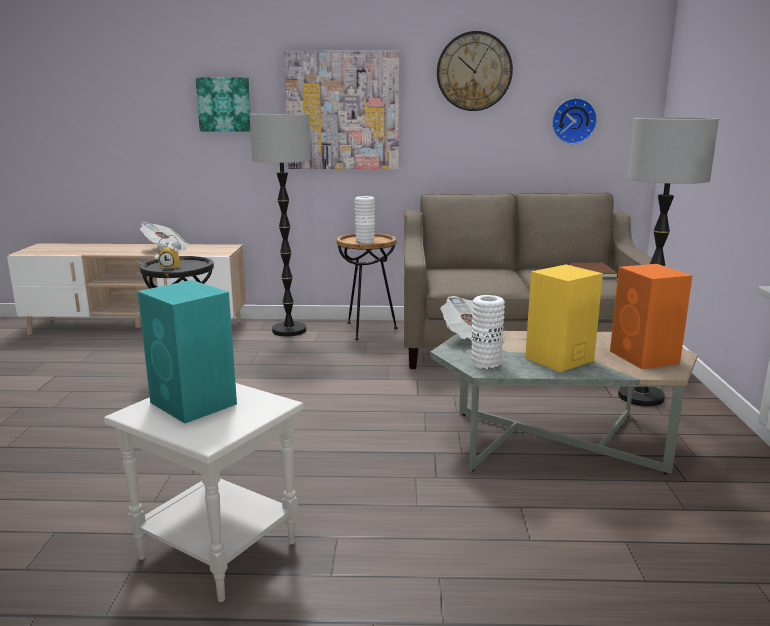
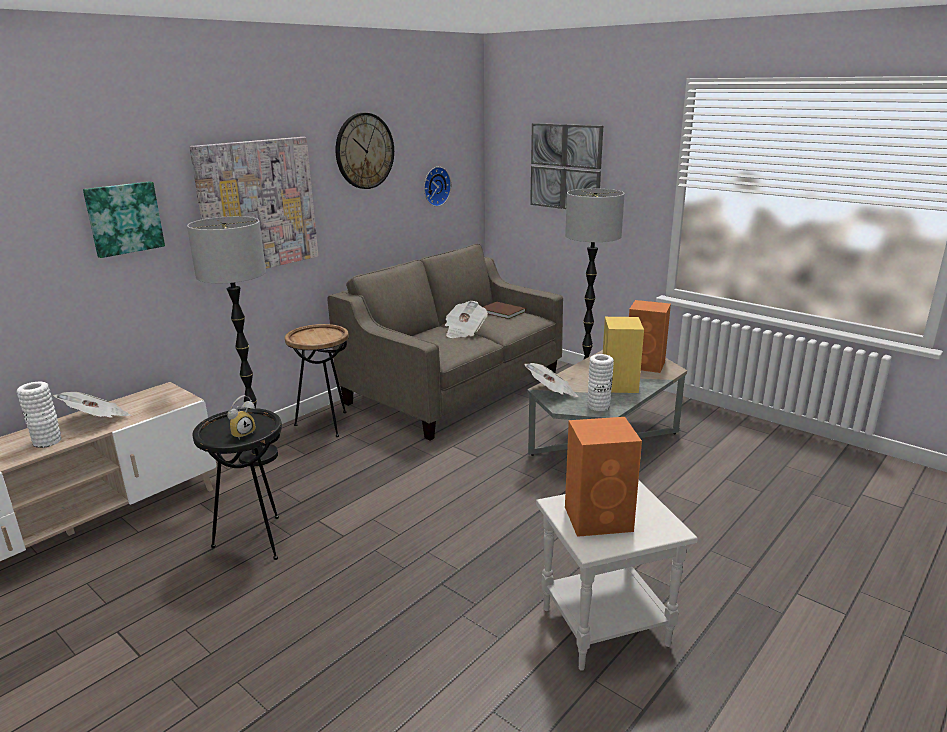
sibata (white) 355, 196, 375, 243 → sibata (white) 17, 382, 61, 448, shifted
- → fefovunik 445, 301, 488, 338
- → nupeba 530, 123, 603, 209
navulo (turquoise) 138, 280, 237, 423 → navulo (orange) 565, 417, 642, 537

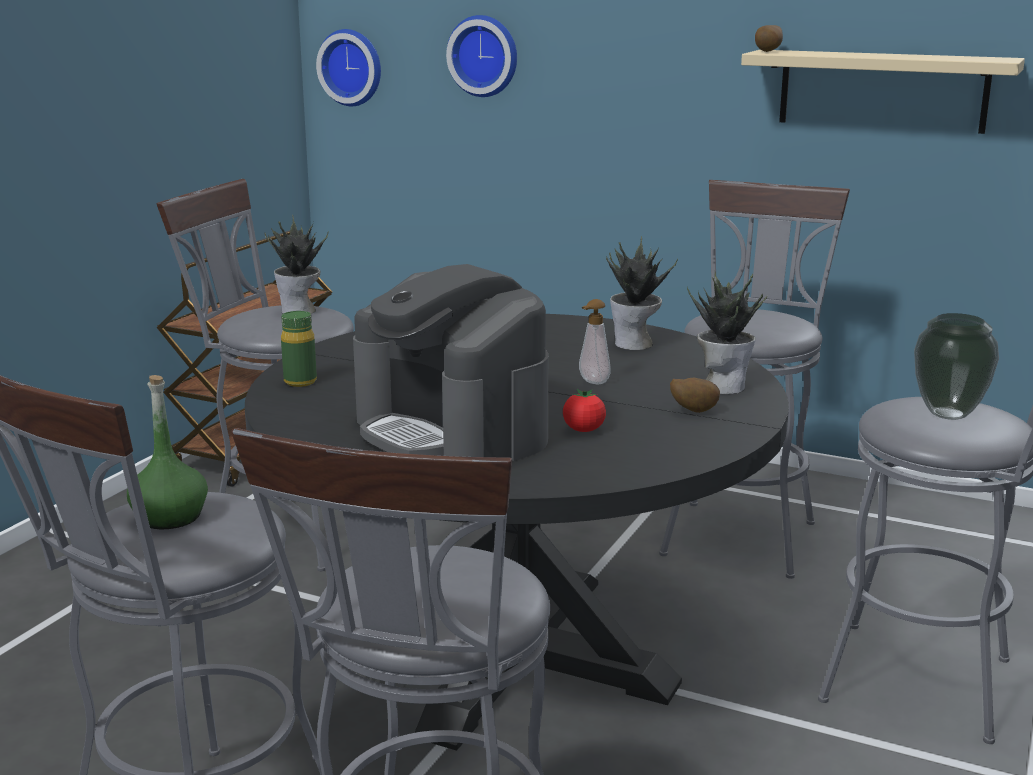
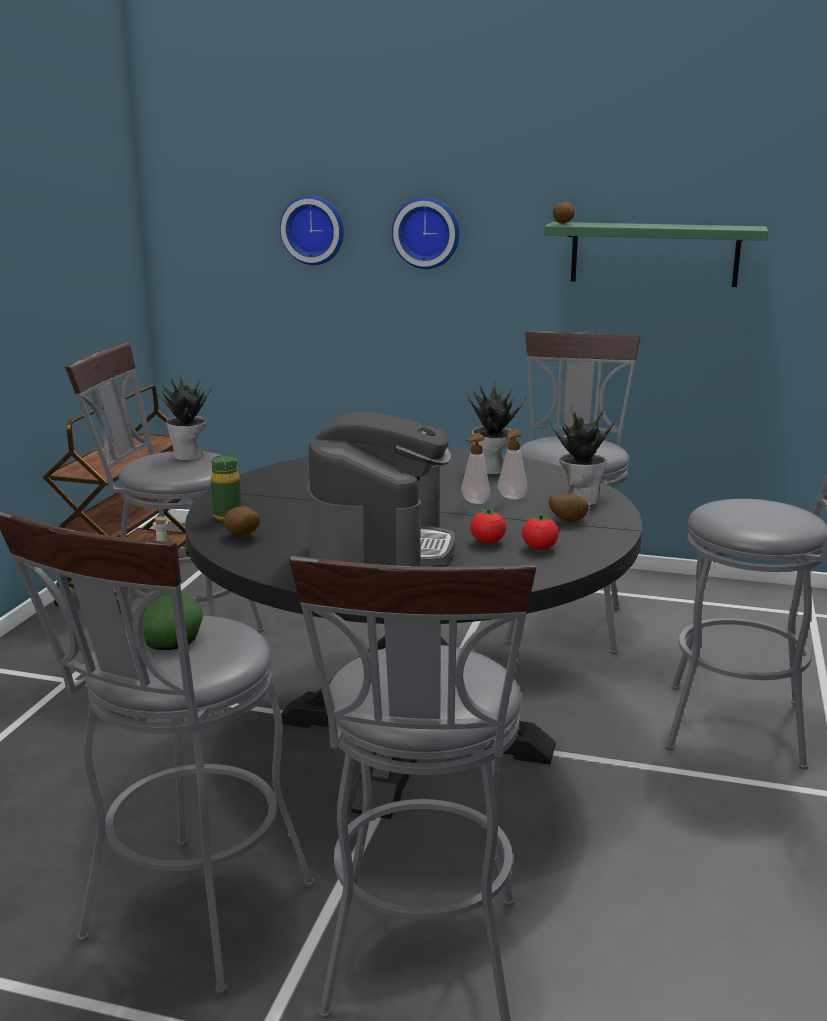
- → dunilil 223, 506, 261, 536
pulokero 353, 264, 548, 461 → pulokero 307, 412, 455, 567, 120 degrees counterclockwise
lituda 316, 29, 381, 106 → lituda 392, 197, 459, 269, shifted
- → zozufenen 498, 429, 527, 499
- → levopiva 522, 513, 559, 550
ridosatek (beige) 741, 50, 1025, 134 → ridosatek (green) 544, 222, 769, 287
sibata 914, 313, 999, 420 → -

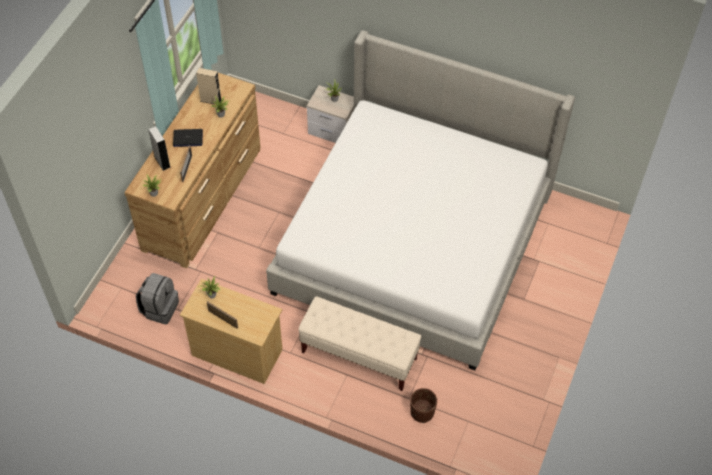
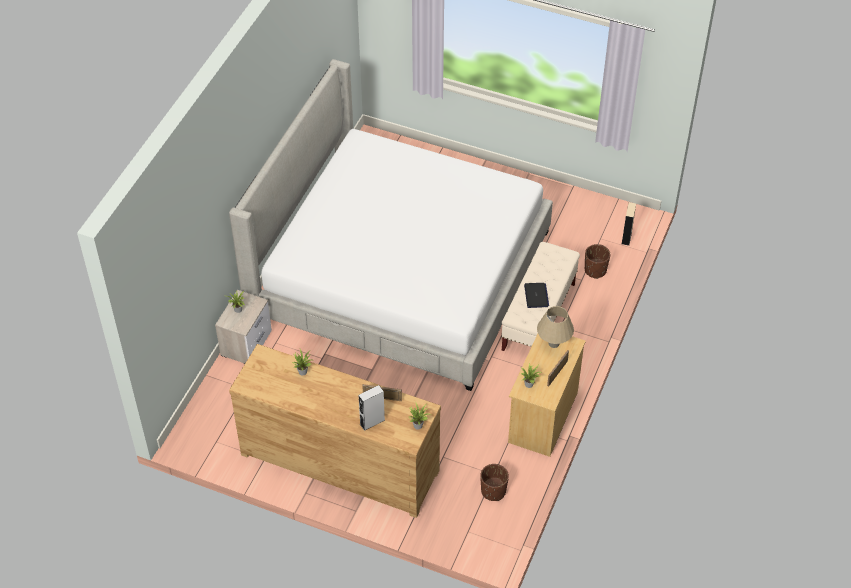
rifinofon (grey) 136, 273, 179, 325 → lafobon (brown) 480, 464, 509, 501
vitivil 173, 129, 203, 147 → vitivil 524, 283, 549, 308, shifted
- → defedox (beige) 537, 306, 574, 348
navulo (beige) 196, 68, 222, 105 → navulo (beige) 622, 202, 636, 245, shifted

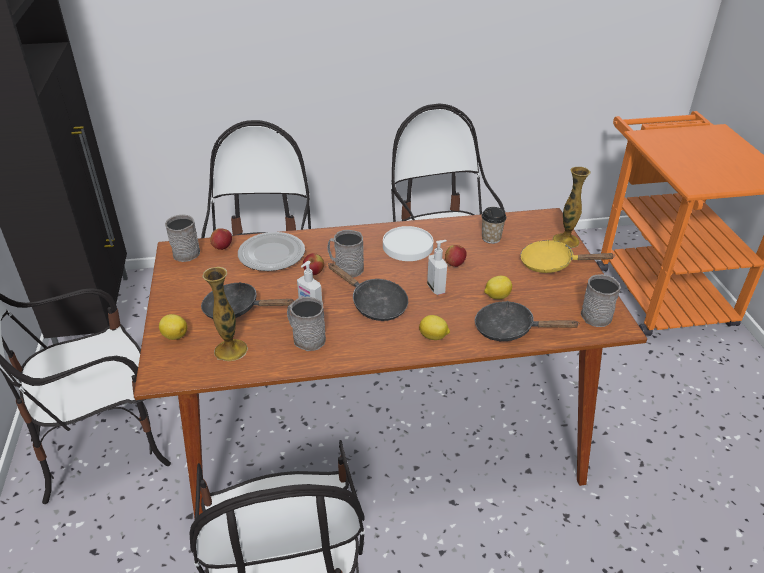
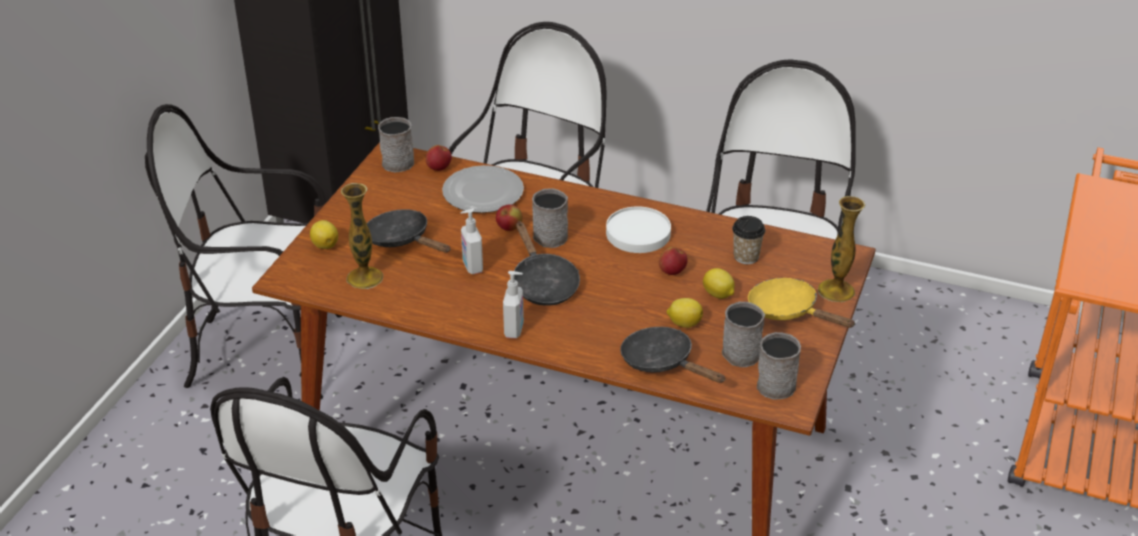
zozufenen 427, 240, 447, 295 → zozufenen 503, 271, 524, 339, shifted
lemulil 419, 315, 450, 340 → lemulil 703, 268, 735, 299, shifted
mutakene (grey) 287, 296, 326, 351 → mutakene (grey) 722, 302, 765, 367, shifted

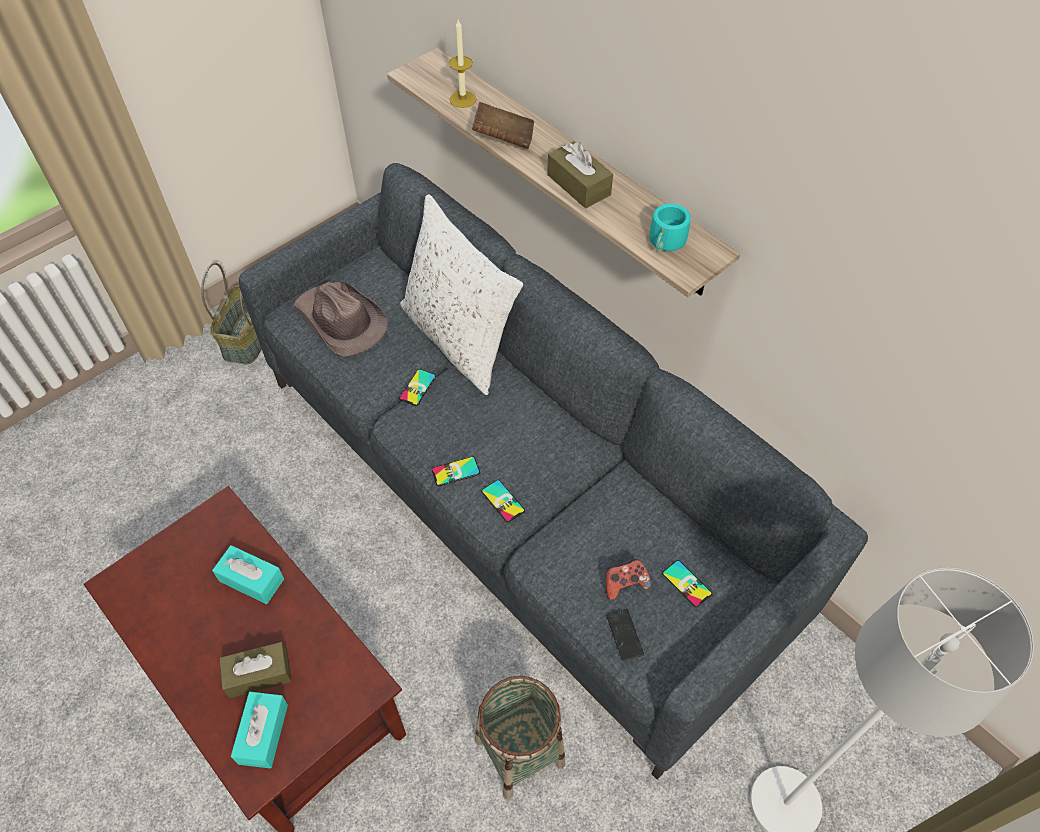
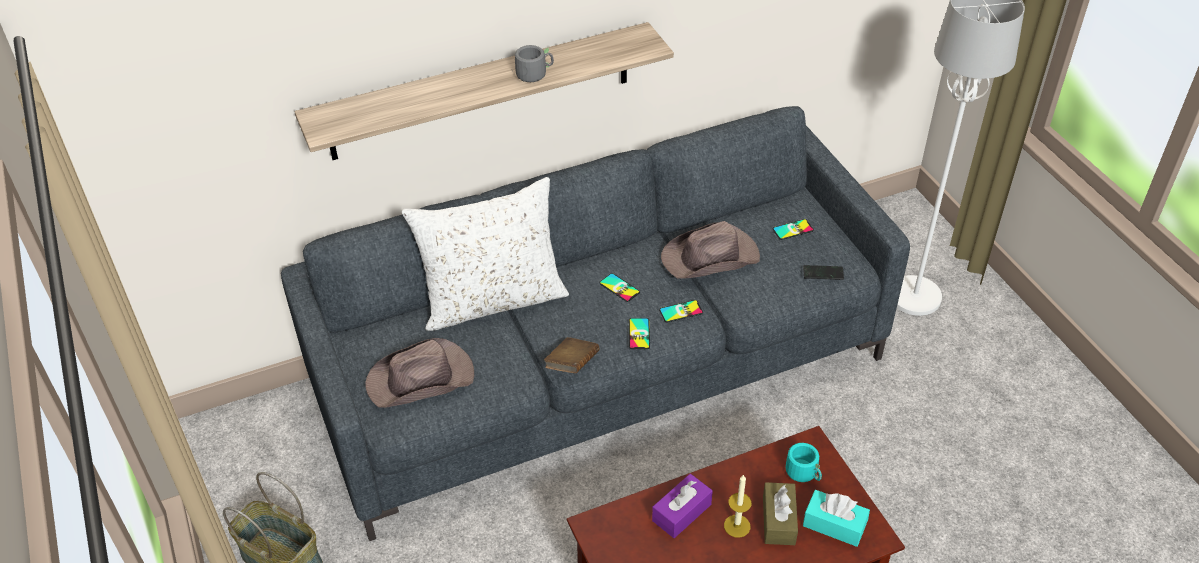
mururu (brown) 547, 141, 613, 208 → mutakene (grey) 515, 45, 554, 82
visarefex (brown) 472, 102, 534, 149 → visarefex (brown) 544, 337, 600, 373, shifted
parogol 399, 369, 436, 406 → parogol 599, 273, 640, 302, shifted
mururu (turquoise) 212, 545, 284, 604 → mururu (purple) 652, 474, 713, 538
- → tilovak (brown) 661, 221, 760, 279
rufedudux 449, 20, 476, 108 → rufedudux 724, 474, 752, 538, shifted
mutakene (turquoise) 650, 203, 698, 252 → mutakene (turquoise) 785, 443, 822, 482, shifted
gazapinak 475, 676, 565, 799 → -
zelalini 606, 559, 651, 600 → -

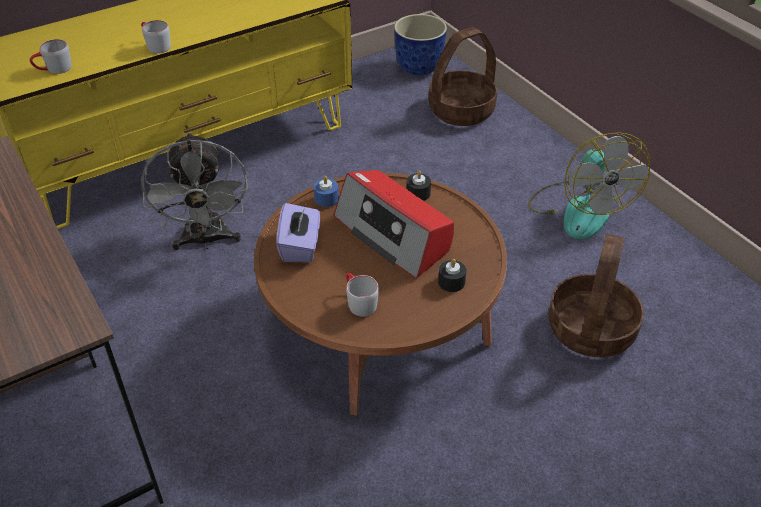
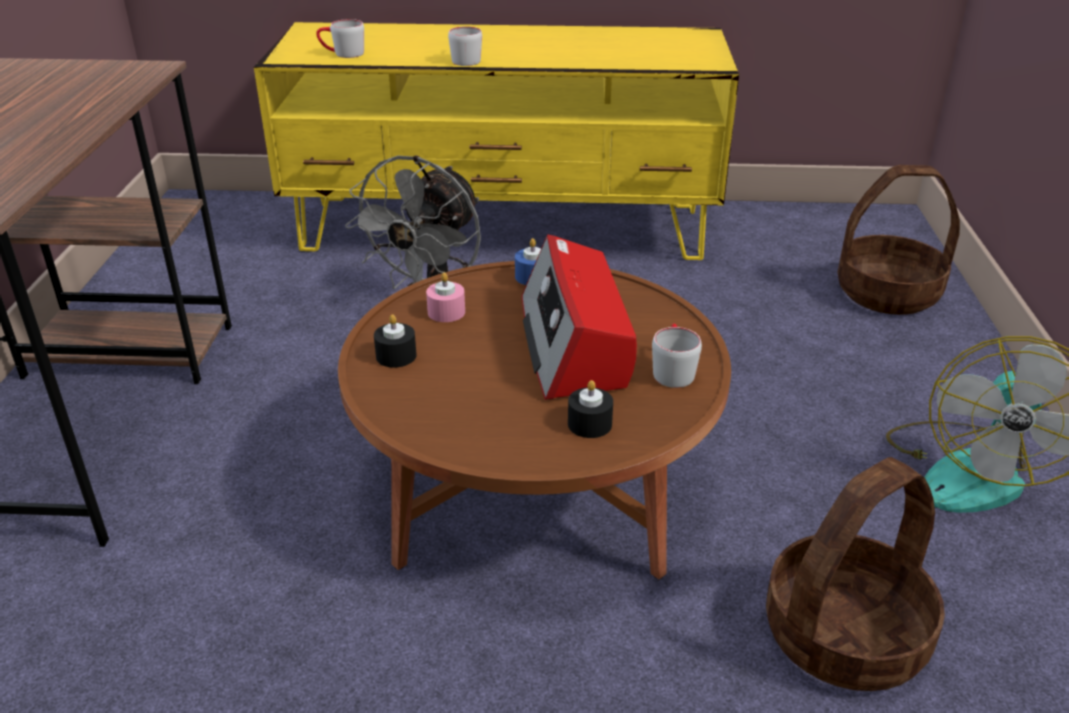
rufedudux (black) 406, 170, 431, 201 → rufedudux (black) 374, 314, 416, 368, shifted
mururu (purple) 276, 203, 320, 263 → rufedudux (pink) 426, 272, 465, 322
mutakene (grey) 346, 273, 379, 317 → mutakene (grey) 652, 323, 702, 388, shifted
lafobon 394, 14, 447, 75 → -

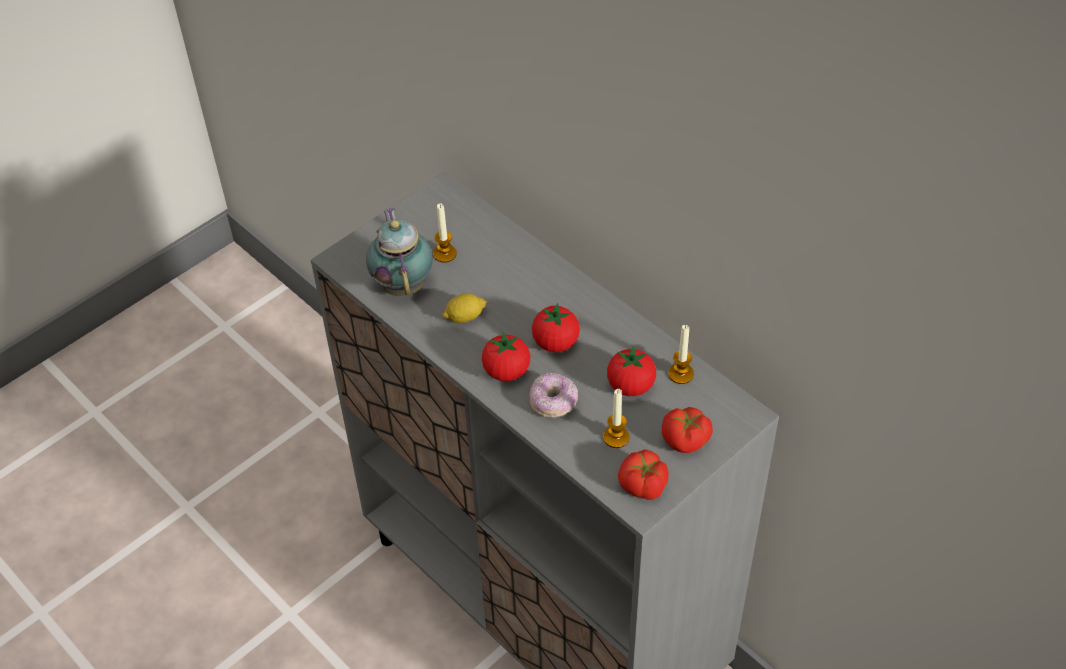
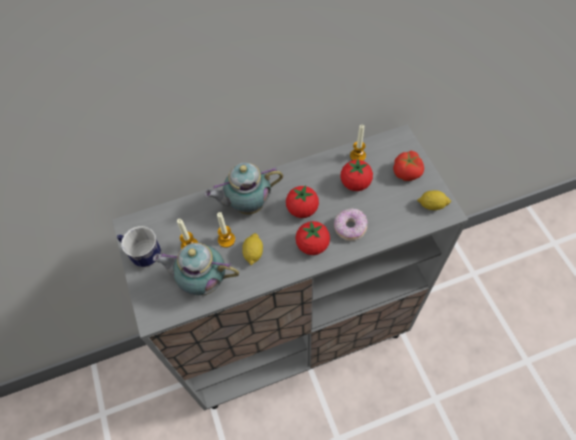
- → mutakene 117, 226, 161, 268
- → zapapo 205, 163, 283, 215
rufedudux 603, 389, 629, 448 → rufedudux 217, 212, 235, 248, shifted
levopiva 618, 449, 669, 500 → lemulil 417, 190, 451, 210

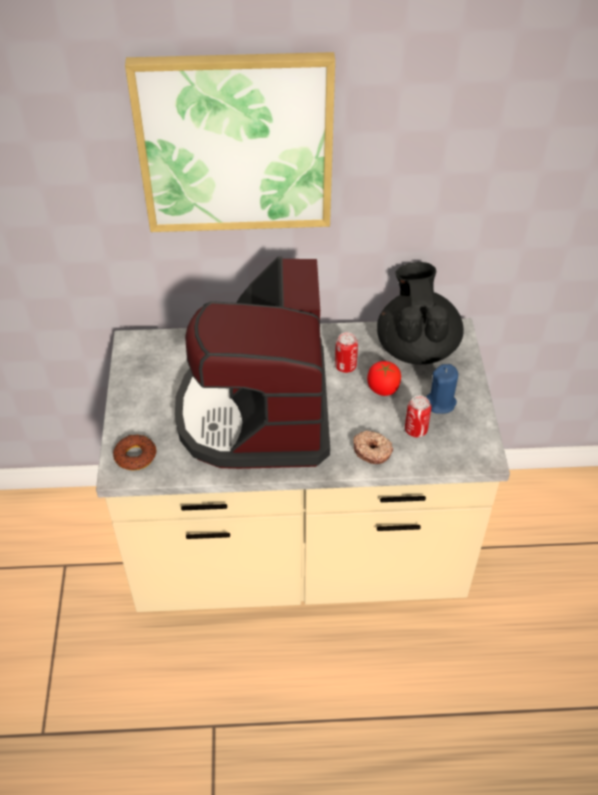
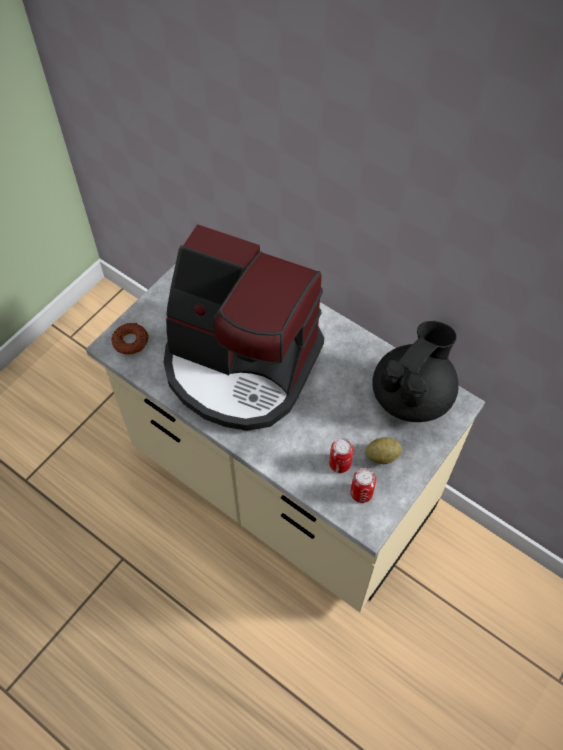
pulokero 175, 256, 330, 469 → pulokero 163, 224, 324, 431, 105 degrees counterclockwise
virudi 335, 332, 358, 373 → virudi 350, 468, 376, 503, shifted
rufedudux (blue) 426, 364, 458, 414 → dunilil 365, 437, 402, 464
nupeba 125, 52, 335, 232 → -
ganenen 353, 431, 394, 464 → -
levopiva 367, 361, 401, 396 → -

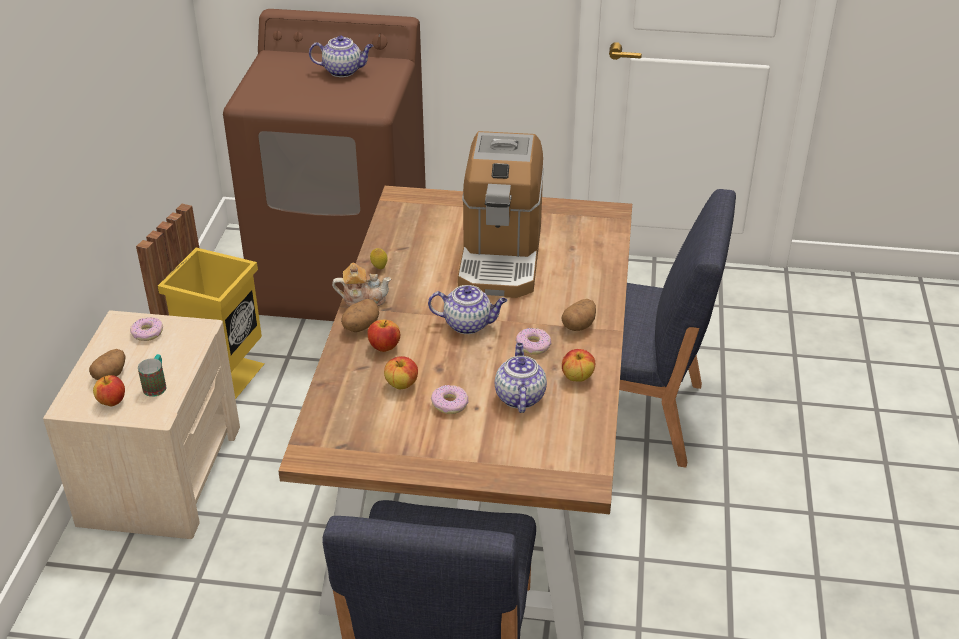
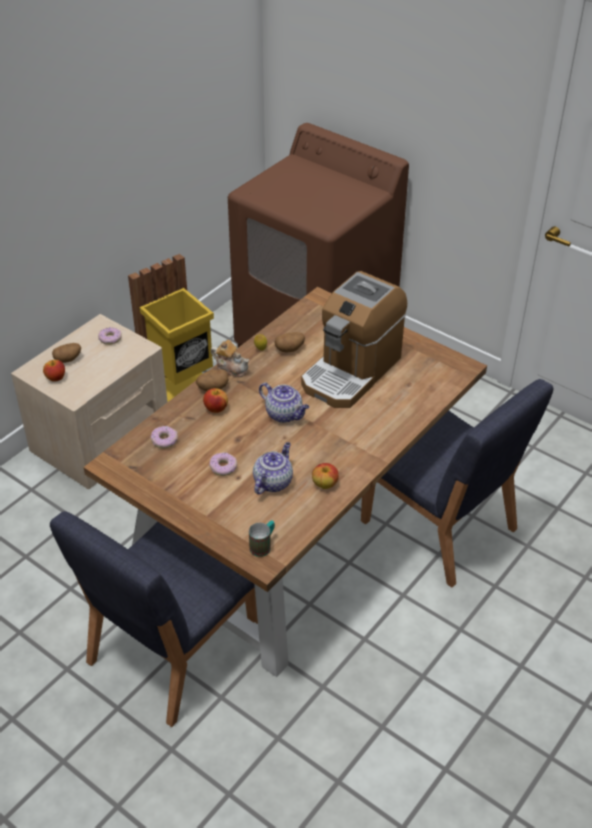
ganenen 516, 328, 551, 354 → ganenen 151, 426, 178, 449, shifted
mutakene 138, 354, 167, 397 → mutakene 249, 520, 275, 557, shifted
dunilil 561, 299, 596, 331 → dunilil 275, 332, 305, 352, shifted
zapapo 309, 36, 373, 77 → -
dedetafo 384, 356, 418, 390 → -

